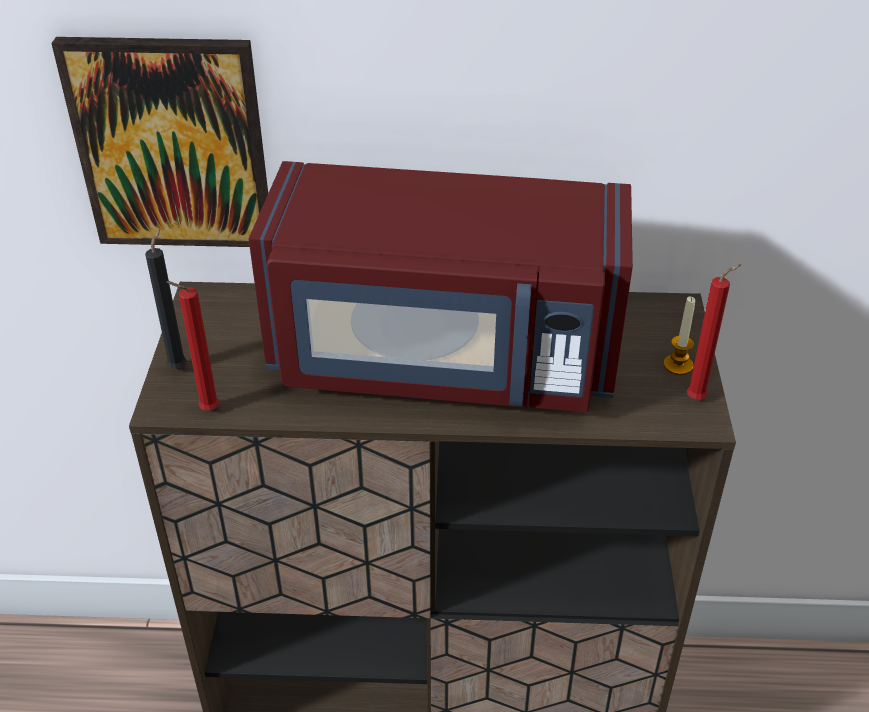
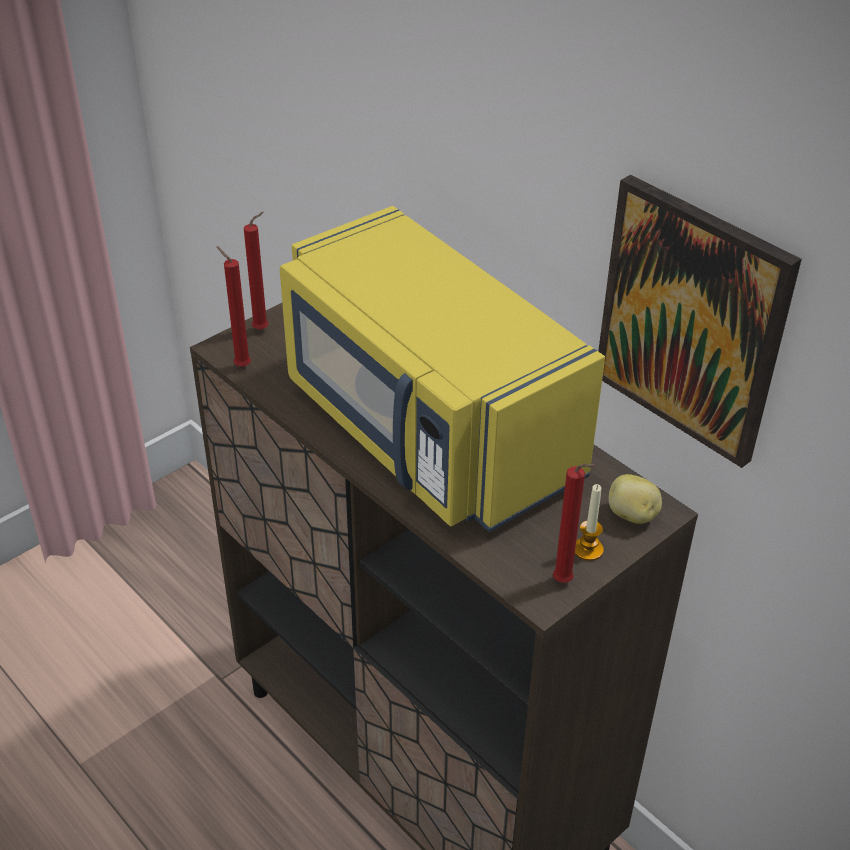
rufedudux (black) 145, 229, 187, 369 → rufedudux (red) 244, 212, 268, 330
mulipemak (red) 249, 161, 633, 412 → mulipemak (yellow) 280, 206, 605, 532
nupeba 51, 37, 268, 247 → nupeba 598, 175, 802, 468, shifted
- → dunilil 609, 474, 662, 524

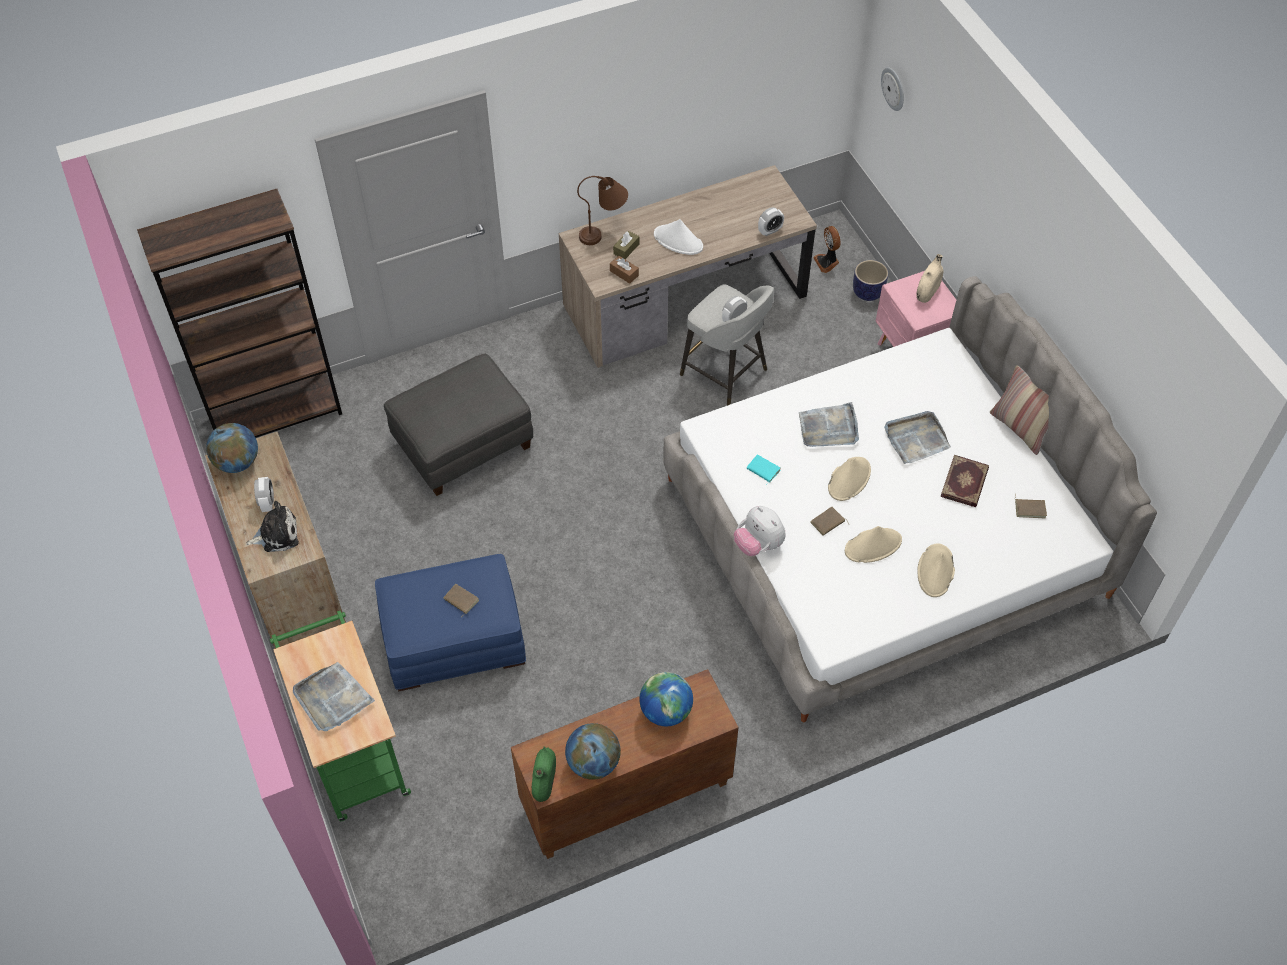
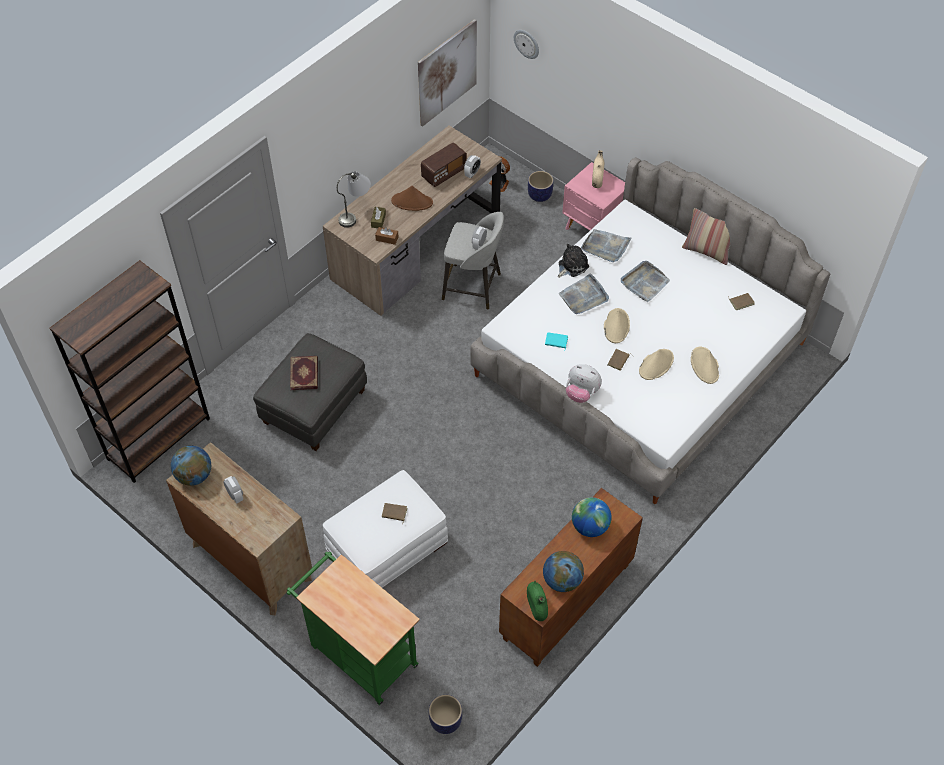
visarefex 940, 455, 989, 507 → visarefex 290, 356, 318, 390, shifted
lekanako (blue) 375, 554, 526, 691 → lekanako (white) 323, 470, 448, 588
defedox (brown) 577, 176, 628, 245 → defedox (grey) 337, 171, 371, 228
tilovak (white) 654, 219, 703, 255 → tilovak (brown) 391, 186, 433, 211
- → nupeba 418, 19, 477, 127
- → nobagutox 421, 142, 467, 187
- → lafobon 429, 695, 462, 734
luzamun 246, 501, 299, 552 → luzamun 558, 244, 589, 278, shifted
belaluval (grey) 293, 662, 375, 731 → belaluval (grey) 581, 229, 631, 262, shifted

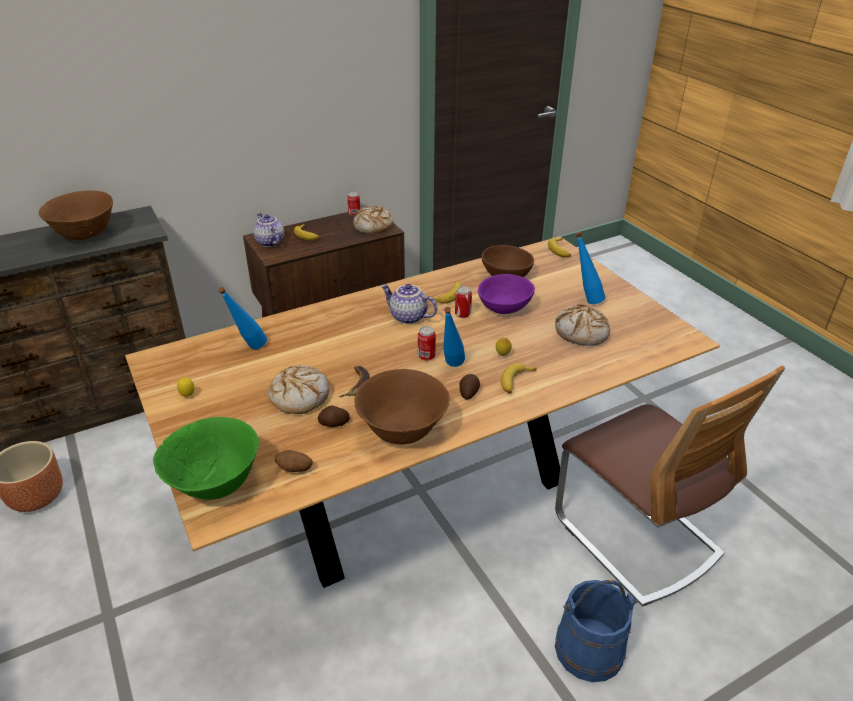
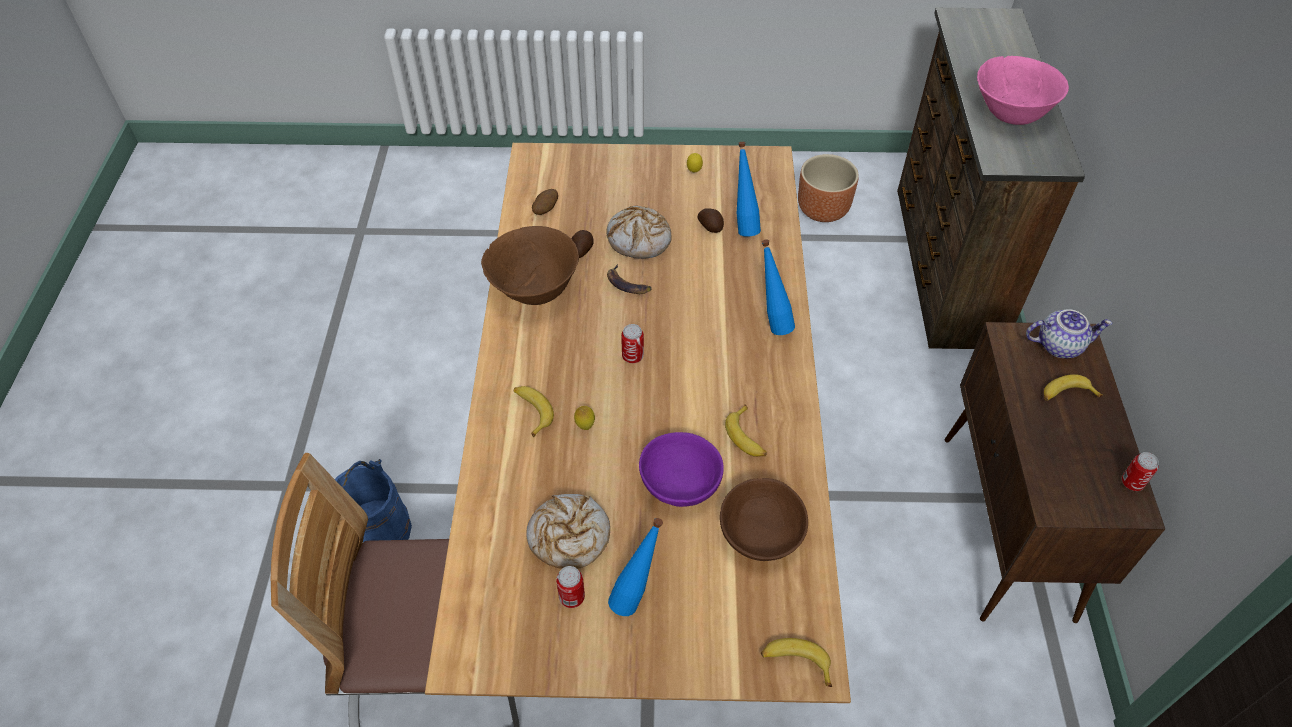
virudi 455, 286, 472, 318 → virudi 556, 566, 585, 608, shifted
dunilil 459, 374, 480, 399 → dunilil 698, 208, 724, 233, shifted
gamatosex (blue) 443, 307, 465, 367 → gamatosex (blue) 761, 239, 795, 335, shifted
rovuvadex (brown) 39, 191, 113, 240 → rovuvadex (pink) 977, 56, 1069, 125
rovuvadex (green) 153, 417, 259, 500 → -
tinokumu 353, 206, 393, 234 → -
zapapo 381, 284, 437, 324 → -

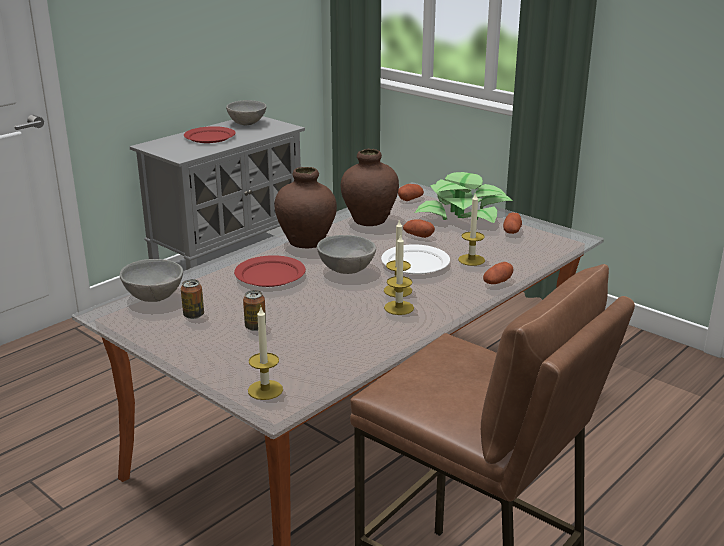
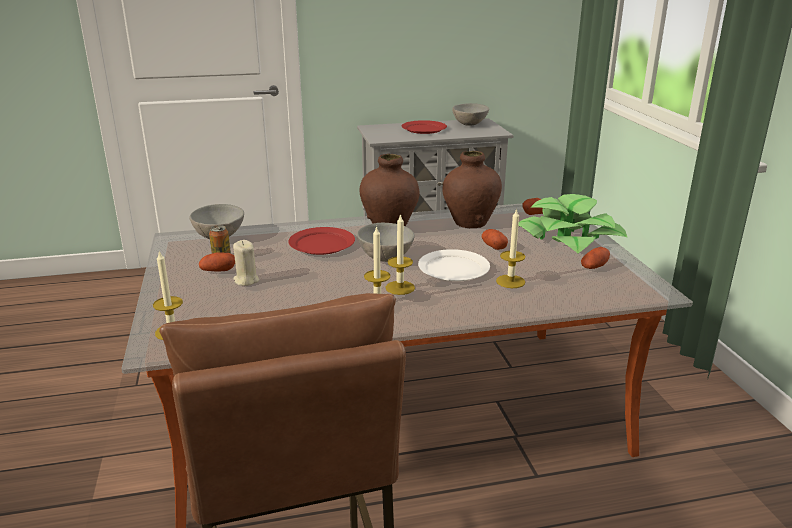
dunilil 483, 262, 514, 284 → dunilil 199, 252, 235, 272, shifted
virudi 243, 290, 266, 331 → rufedudux (beige) 233, 240, 259, 286

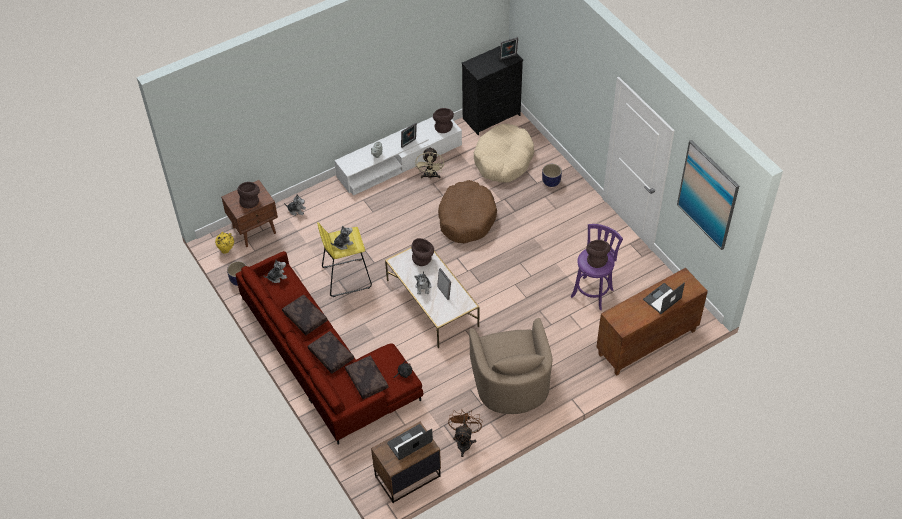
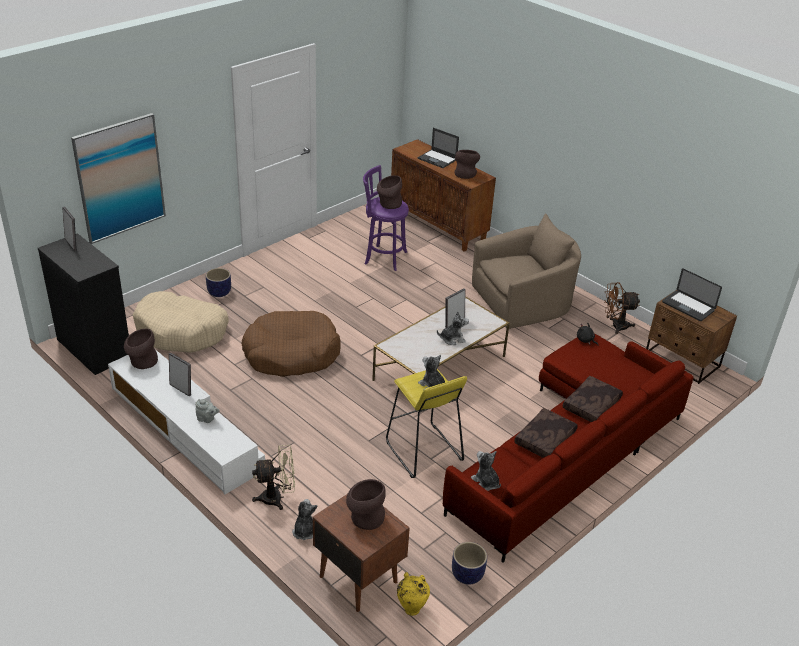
nupeba 677, 140, 739, 250 → nupeba 71, 113, 166, 244, shifted
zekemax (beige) 416, 147, 444, 179 → zekemax (beige) 252, 445, 295, 510, shifted
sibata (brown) 412, 238, 434, 266 → sibata (brown) 454, 150, 480, 179, shifted
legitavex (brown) 345, 356, 389, 399 → -

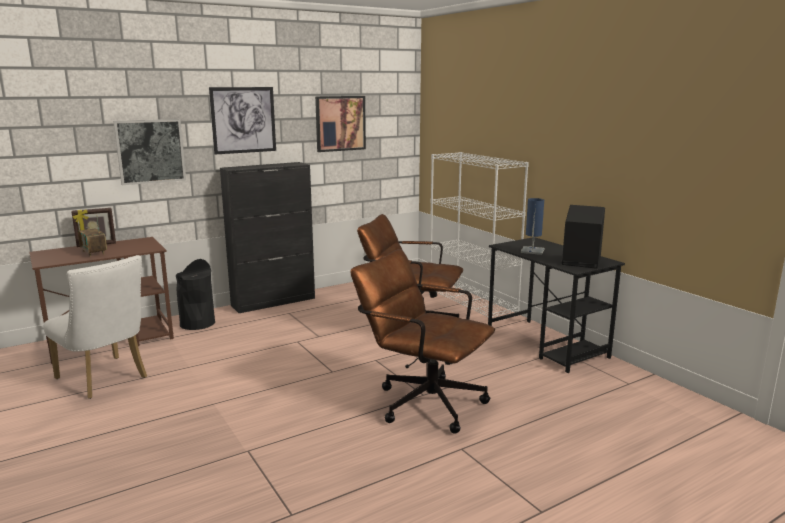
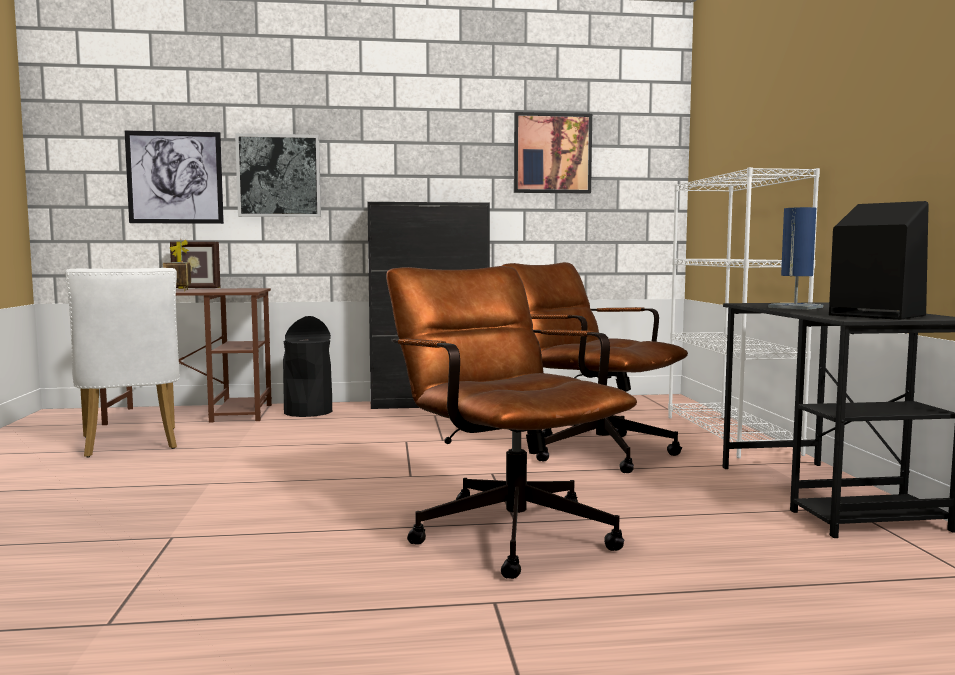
nupeba 209, 87, 276, 154 → nupeba 125, 131, 224, 224, shifted

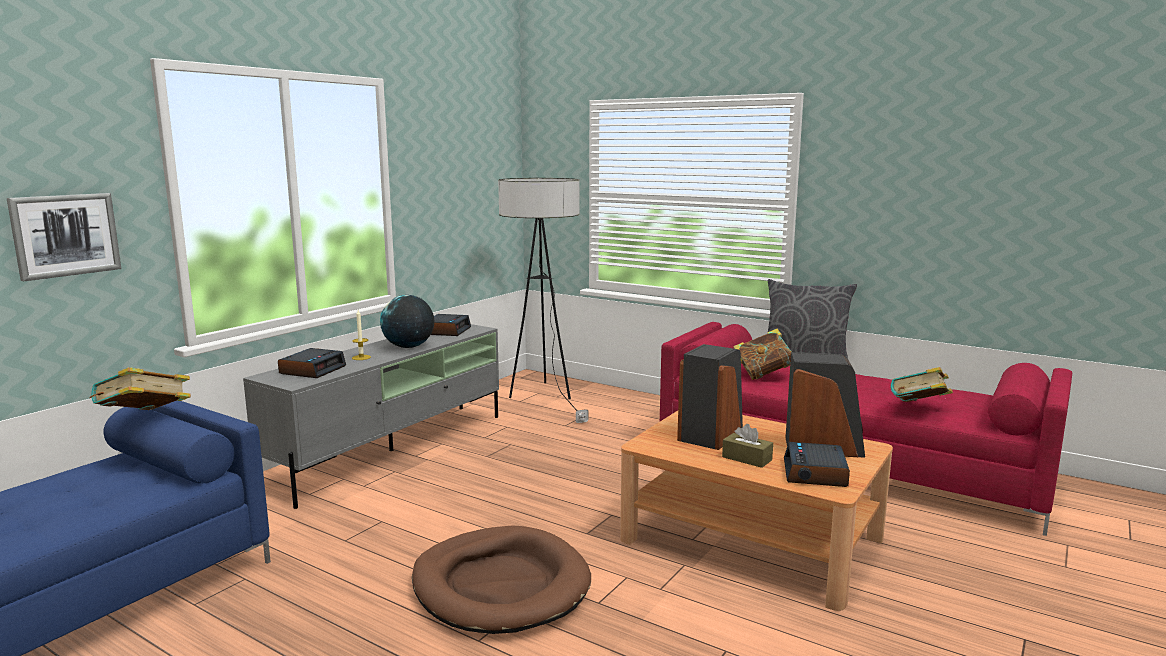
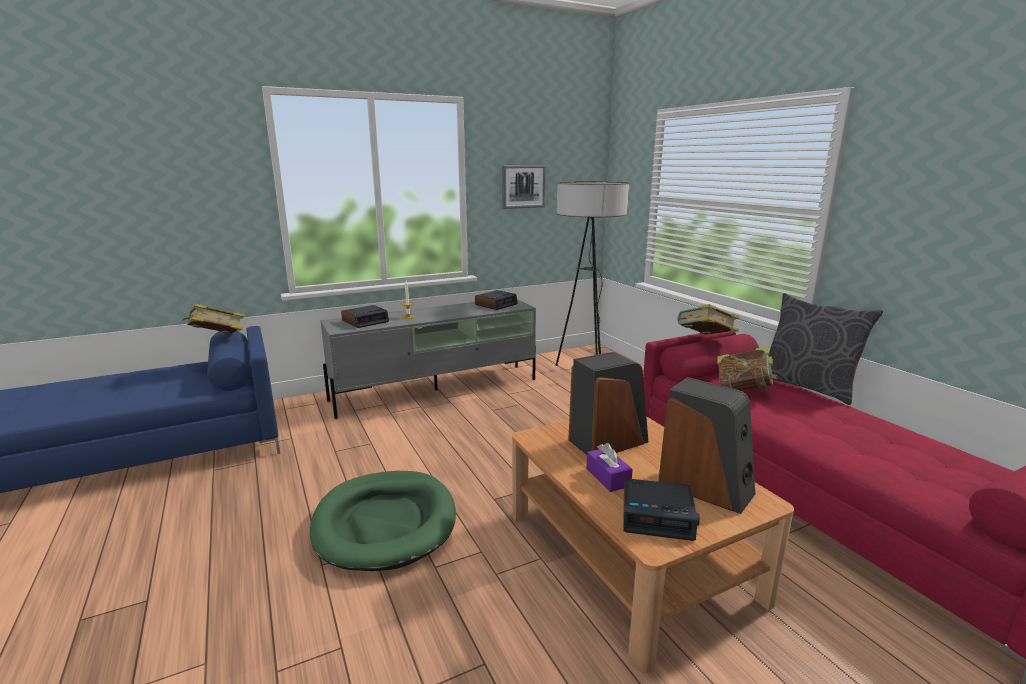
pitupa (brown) 412, 526, 591, 634 → pitupa (green) 310, 471, 456, 571
nupeba 7, 193, 121, 281 → nupeba 502, 165, 546, 209, shifted
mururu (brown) 722, 424, 773, 468 → mururu (purple) 586, 443, 633, 492
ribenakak 784, 442, 850, 487 → ribenakak 623, 478, 700, 541, 120 degrees counterclockwise
visarefex 890, 367, 953, 402 → visarefex 677, 304, 739, 335, shifted
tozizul 380, 295, 434, 348 → -

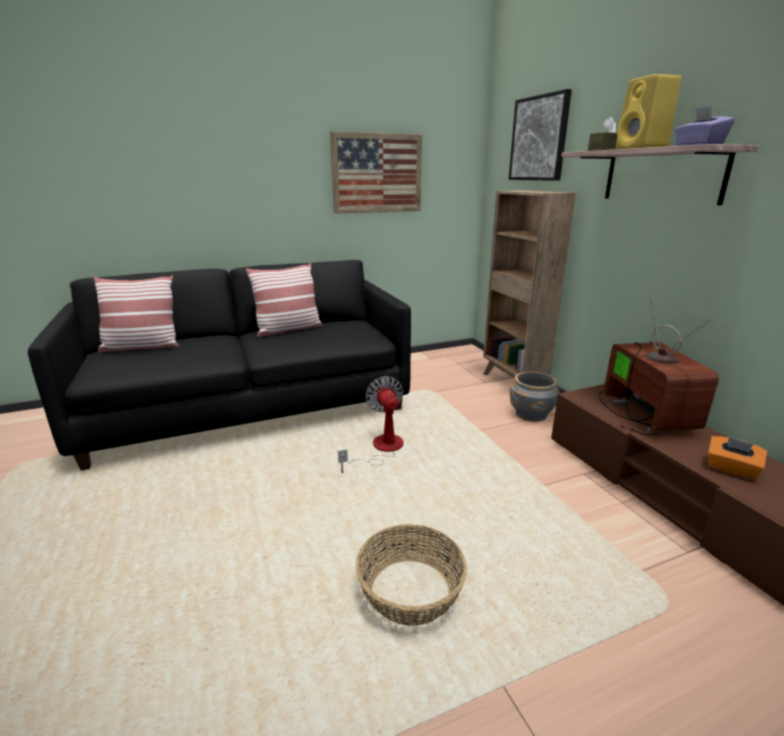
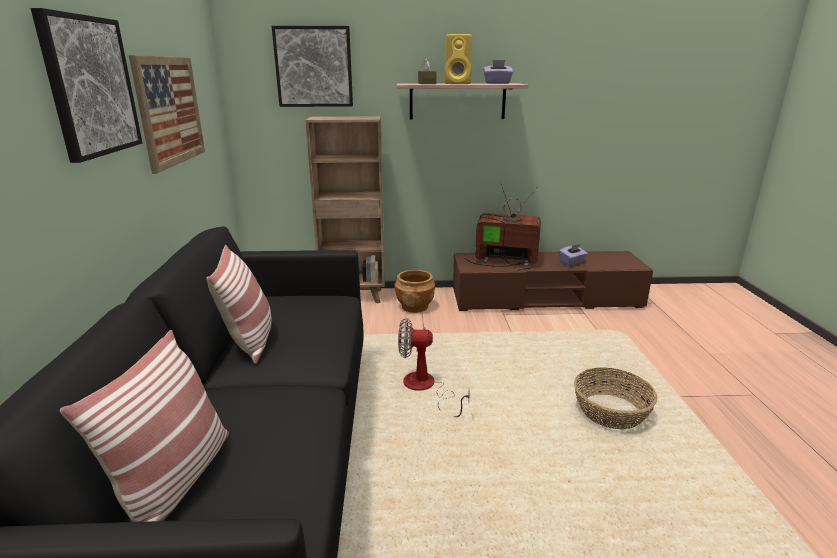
- → nupeba 31, 8, 142, 163
lafobon (grey) 510, 372, 560, 422 → lafobon (brown) 394, 270, 435, 313
mururu (orange) 708, 436, 767, 480 → mururu (purple) 559, 244, 588, 266

